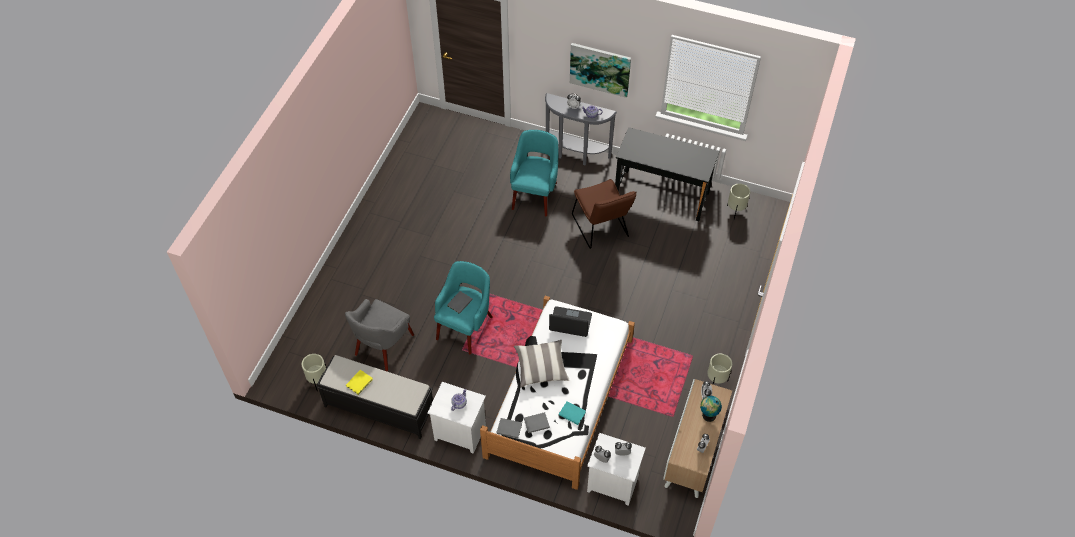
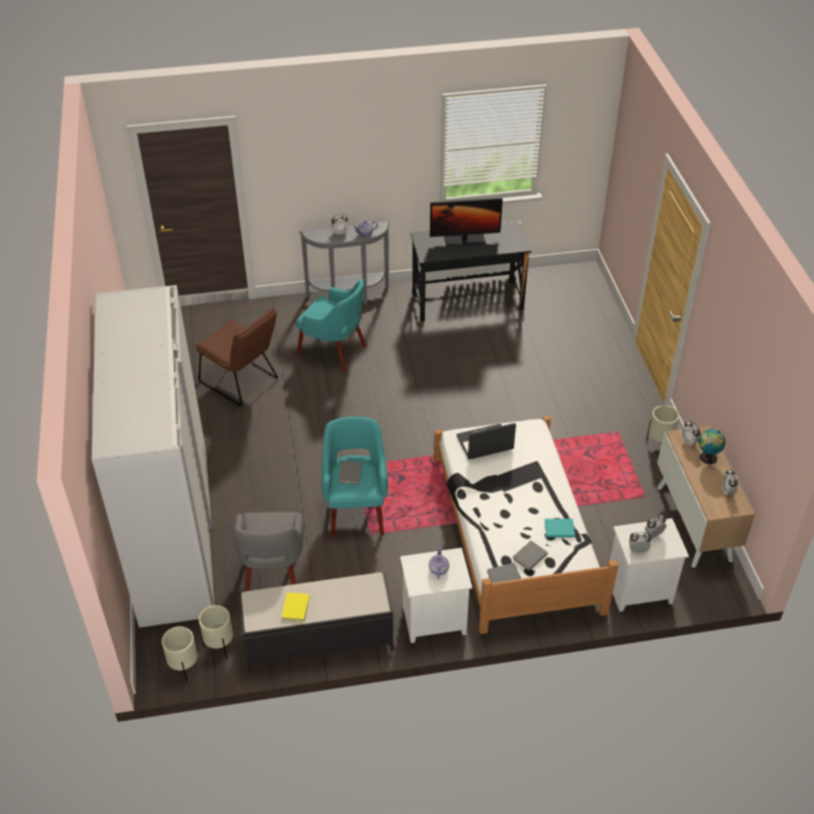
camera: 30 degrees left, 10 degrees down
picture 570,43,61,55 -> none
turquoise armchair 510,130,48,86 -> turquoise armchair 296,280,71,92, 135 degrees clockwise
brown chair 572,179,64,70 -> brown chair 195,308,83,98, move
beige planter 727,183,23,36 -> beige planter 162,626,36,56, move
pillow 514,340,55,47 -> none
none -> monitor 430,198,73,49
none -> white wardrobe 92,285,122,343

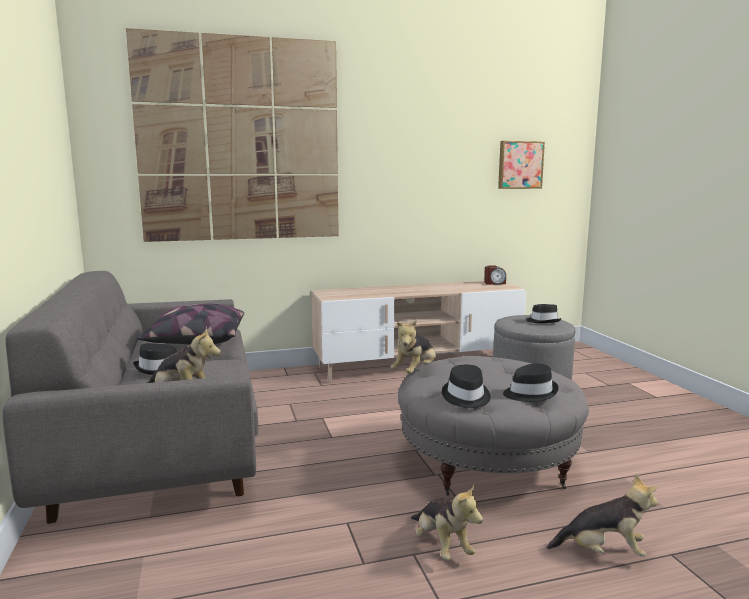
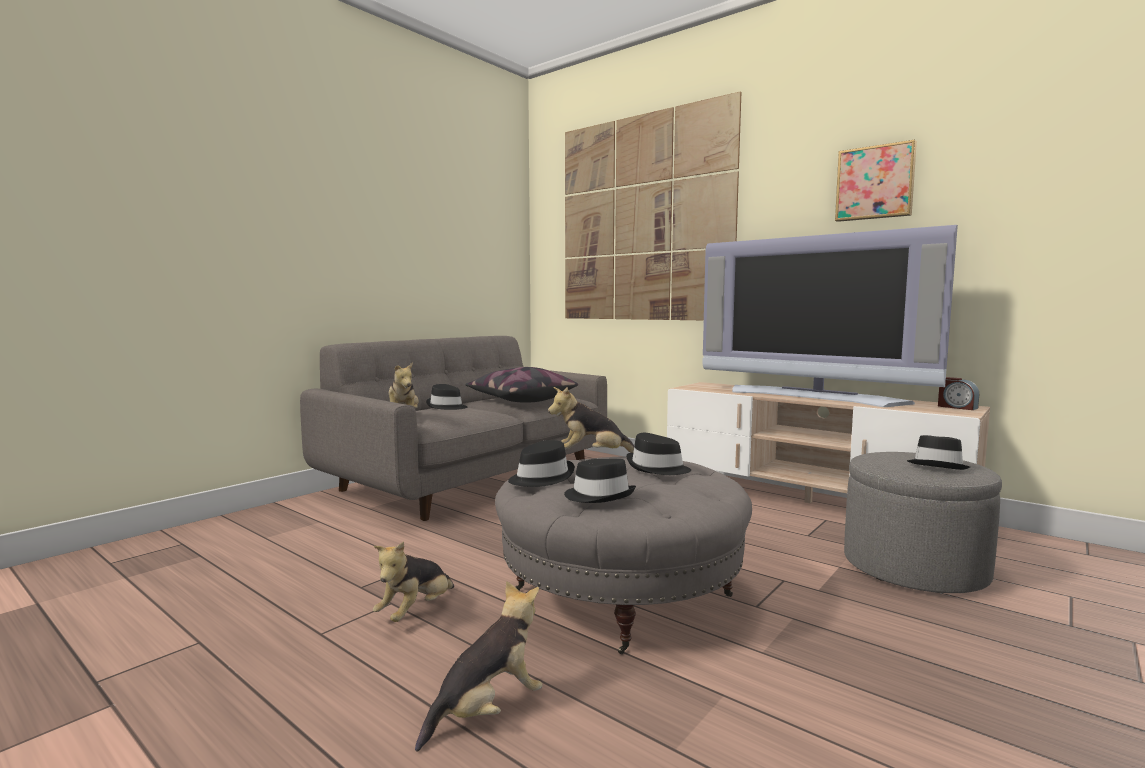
camera: 55 degrees right, 5 degrees down
picture 498,141,47,48 -> picture 835,140,82,82, move
plush toy 547,474,111,83 -> plush toy 415,581,127,171, 105 degrees counterclockwise
none -> television 702,225,256,182
none -> black hat 626,433,65,42

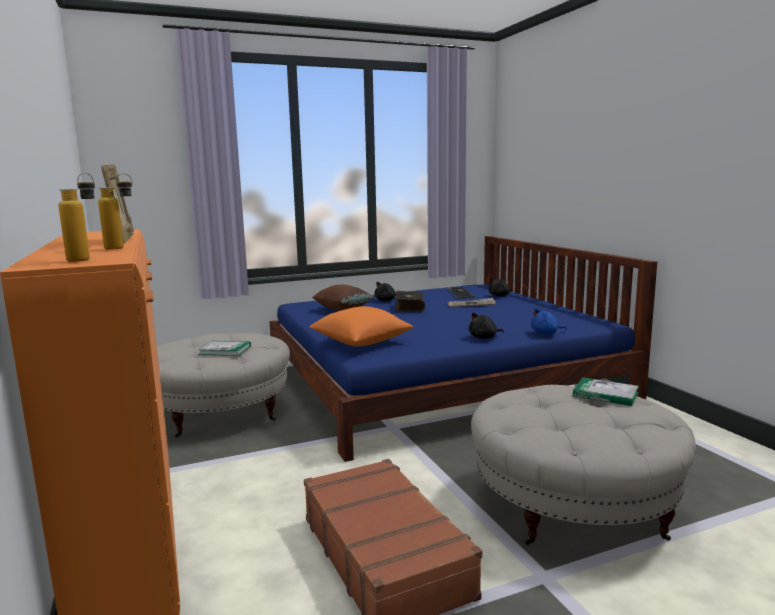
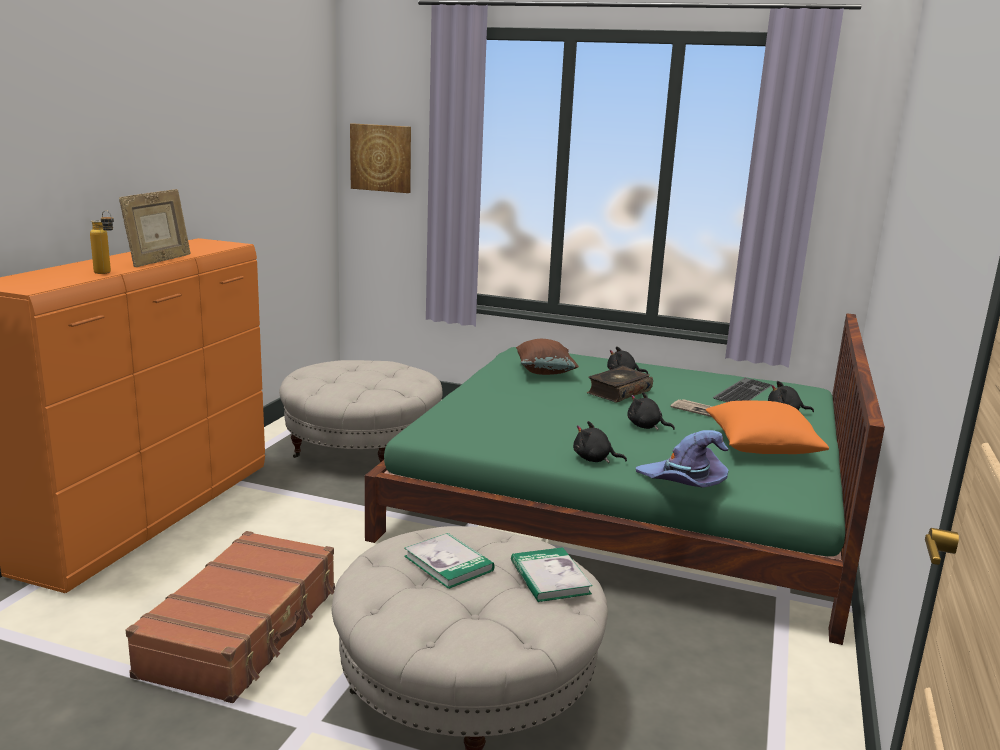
camera: 40 degrees right, 5 degrees up
bottle 59,173,36,89 -> none
blue bed 270,236,387,226 -> green bed 365,313,520,332
orange pillow 309,306,104,40 -> orange pillow 706,401,123,53, move
blue plush toy 531,308,36,26 -> purple hat 636,430,92,58
book 197,341,54,15 -> book 404,533,91,56, move
none -> picture 350,123,61,70
none -> black plush toy 627,392,48,38

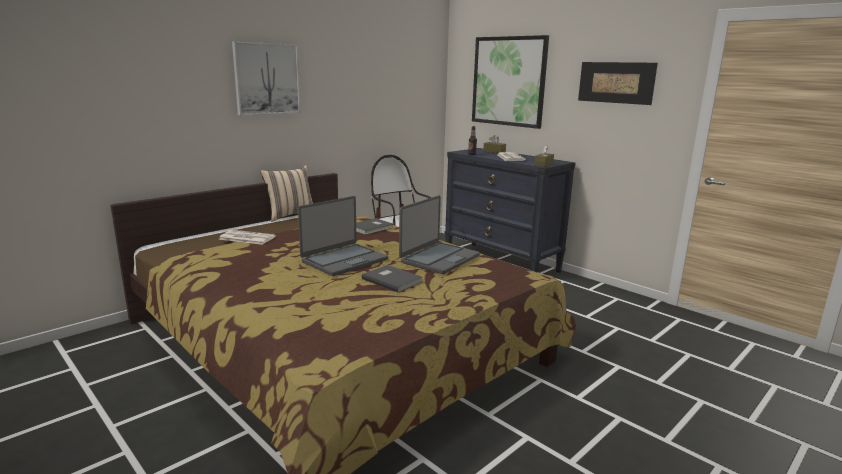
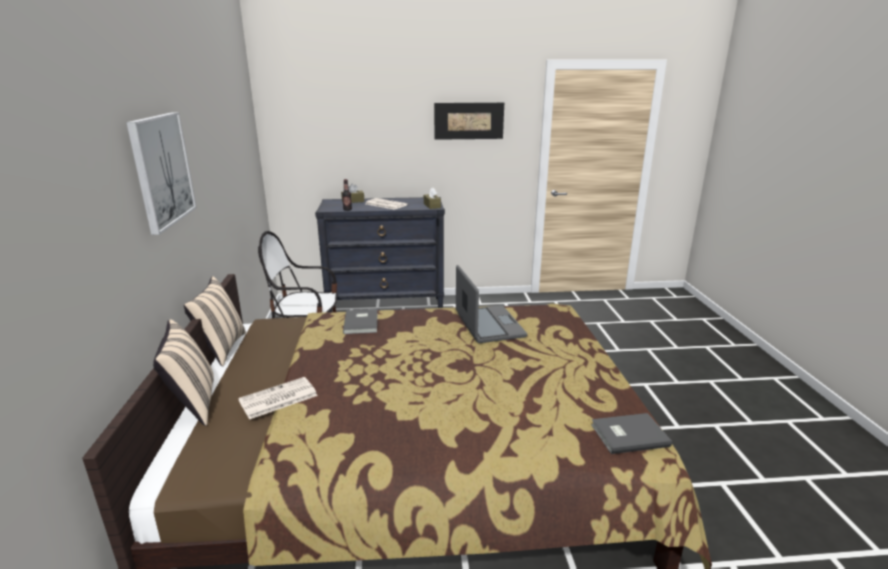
camera: 50 degrees left, 5 degrees up
picture 472,35,77,94 -> none
laptop 298,196,90,80 -> none
grey book 362,265,61,28 -> grey book 591,413,81,41, move
none -> beige pillow 153,319,61,107

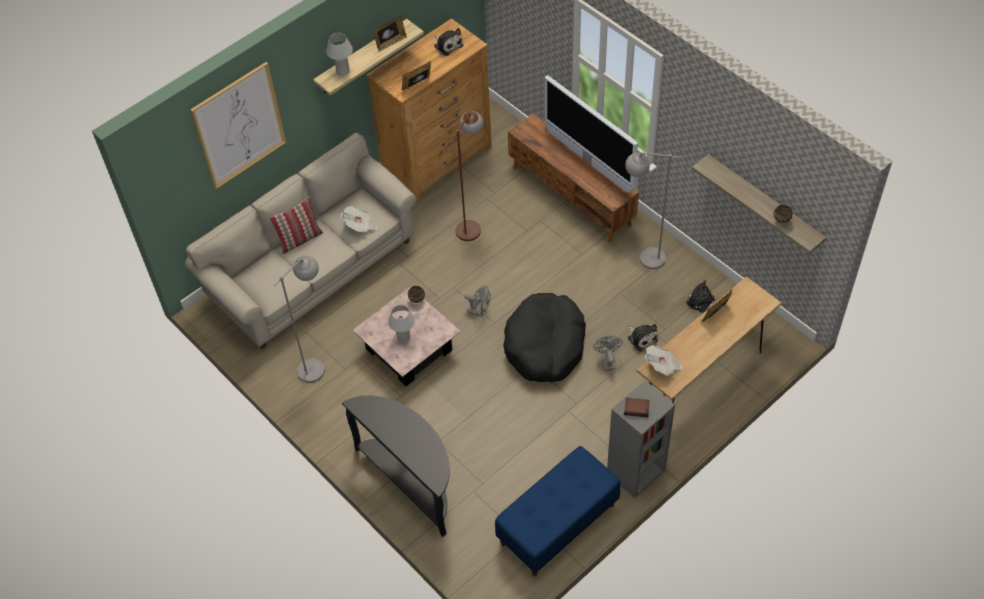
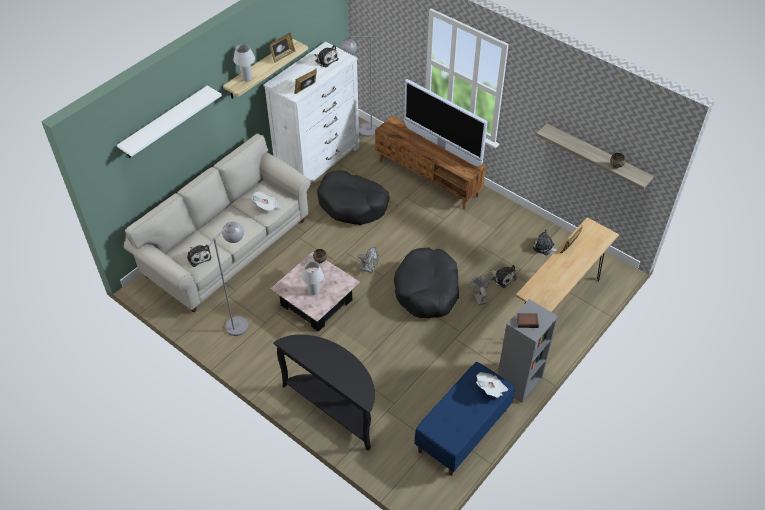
camera: 10 degrees left, 5 degrees down
brown dresser 366,18,126,183 -> white dresser 263,42,96,147
picture 190,62,96,127 -> white shelf 117,85,105,73
brown floor lamp 453,111,31,130 -> black dog bed 317,171,73,54
grey floor lamp 625,152,55,117 -> grey floor lamp 339,35,39,102, move
pillow 269,198,54,56 -> none
newspaper 645,345,38,31 -> newspaper 476,372,32,26, move
none -> plush toy 187,245,24,22

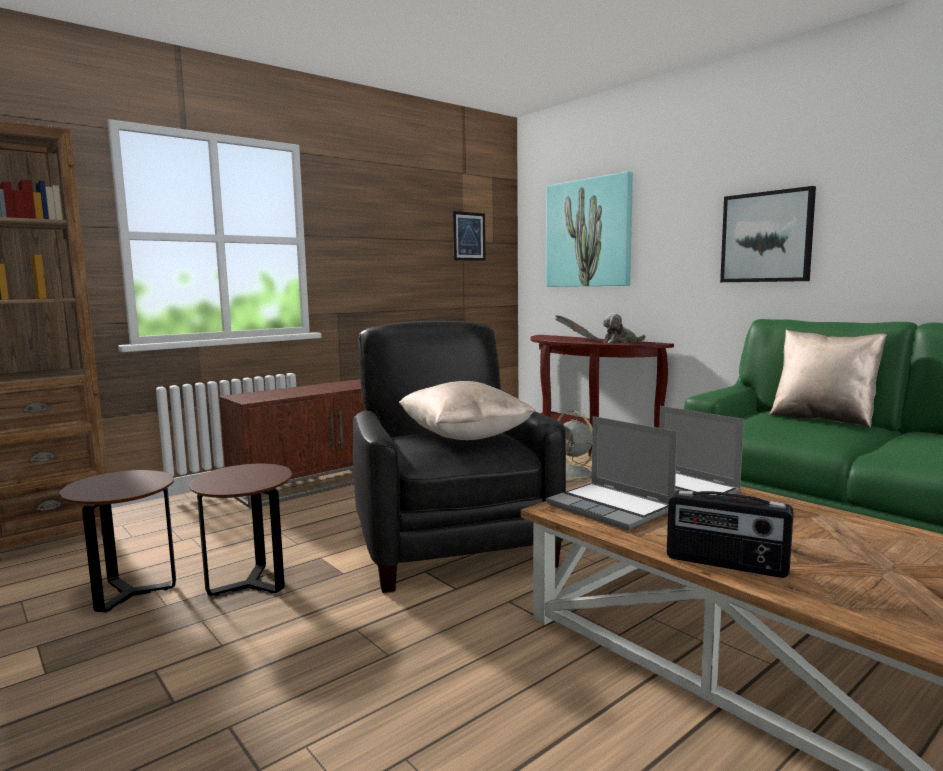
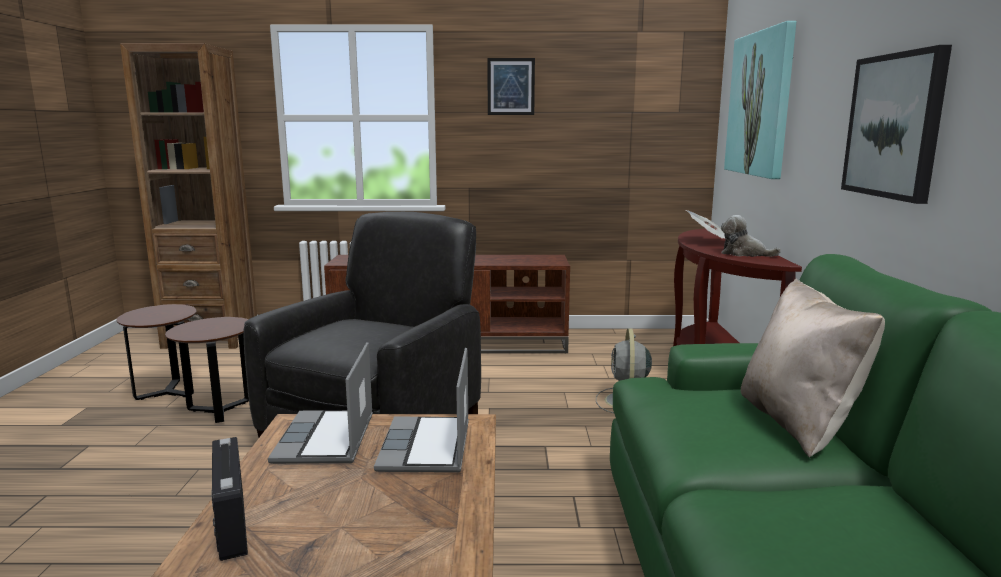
camera: 40 degrees right, 5 degrees up
picture 453,211,33,50 -> picture 487,58,48,57, move
beige pillow 399,381,136,59 -> none

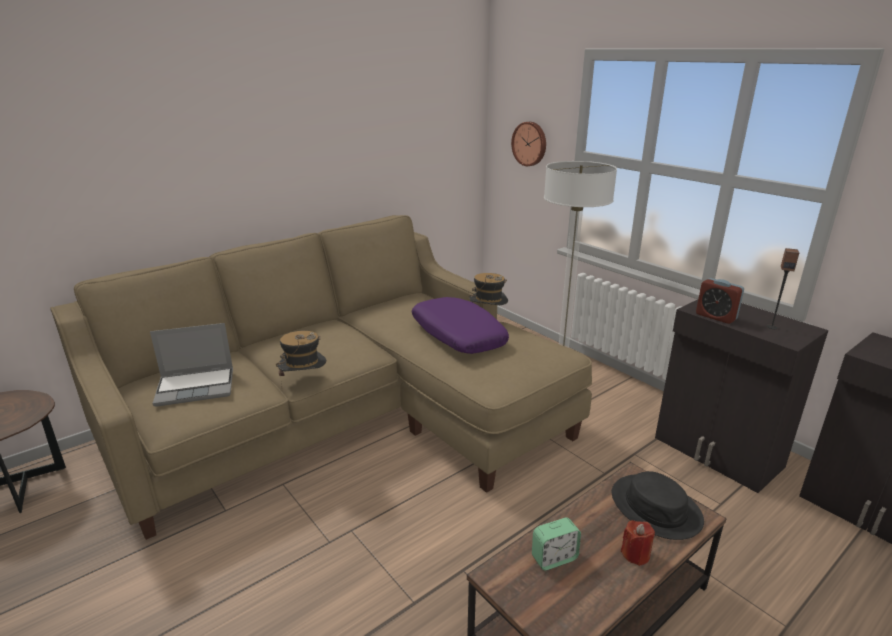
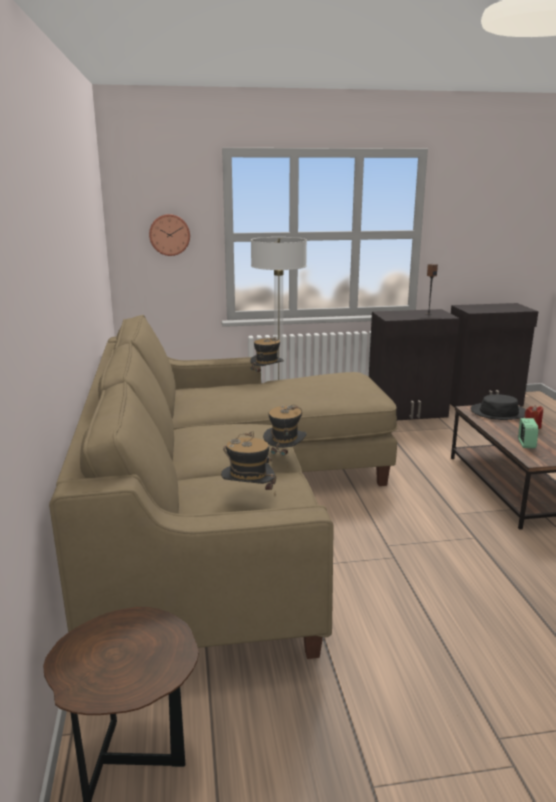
camera: 60 degrees left, 5 degrees down
alarm clock 696,278,48,46 -> none
purple pillow 412,297,97,57 -> none
laptop 150,323,83,83 -> hat 221,431,56,59

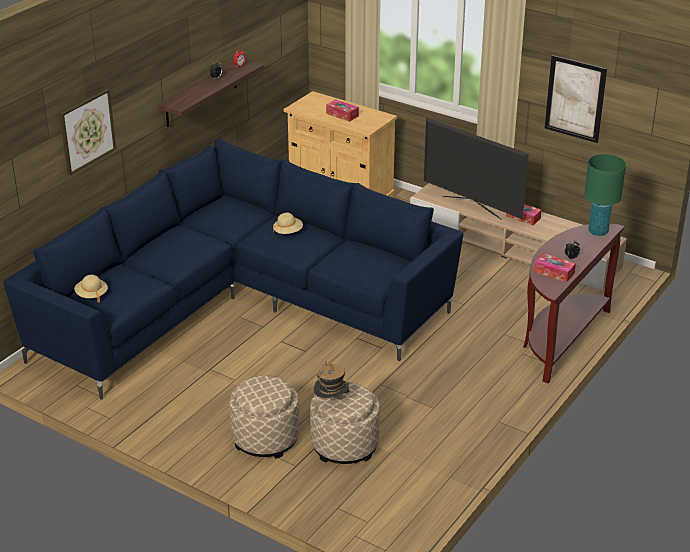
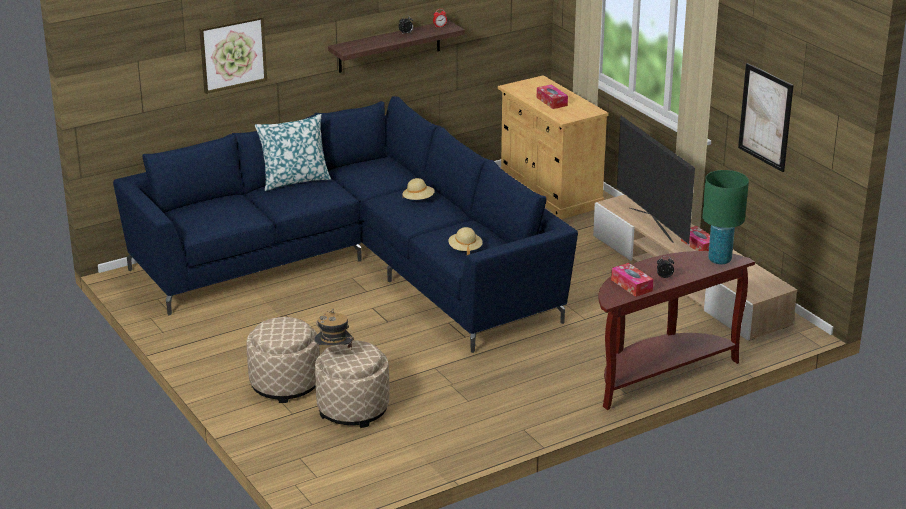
camera: 25 degrees right, 5 degrees down
beige hat 74,275,34,28 -> beige hat 448,227,35,28, move
none -> pillow 255,114,76,77

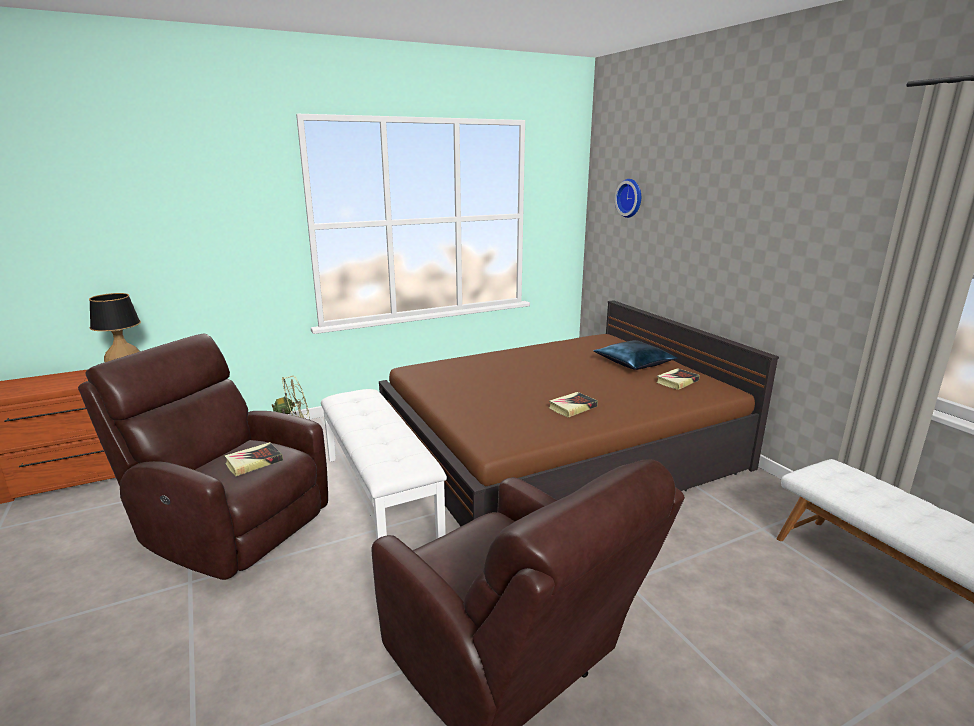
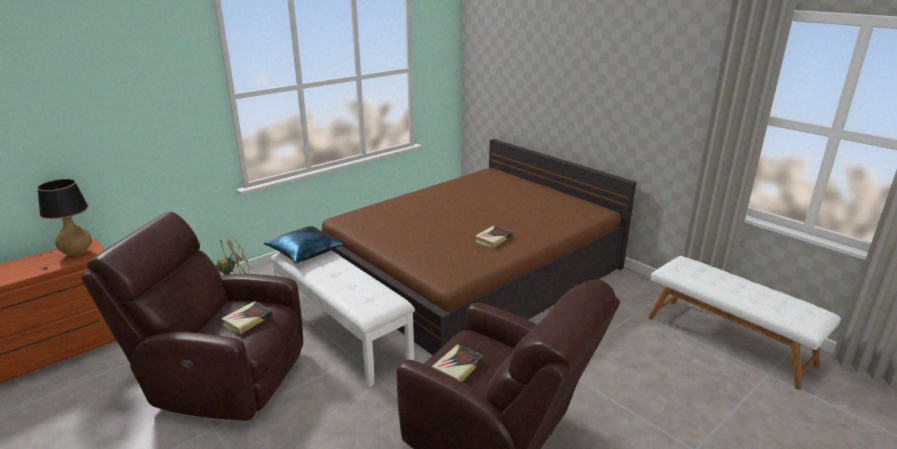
camera: 15 degrees left, 5 degrees up
wall clock 615,179,26,39 -> none
blue pillow 593,340,84,30 -> blue pillow 264,226,81,37, move
book 656,368,44,22 -> book 432,344,51,38, move

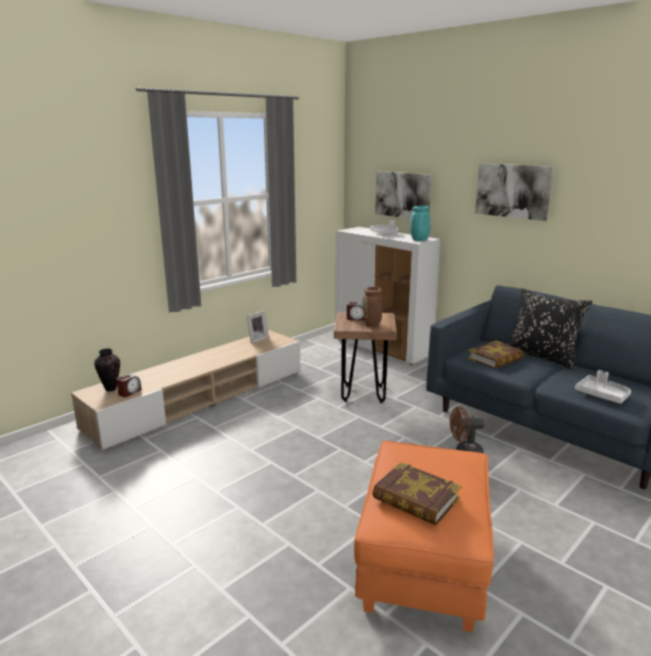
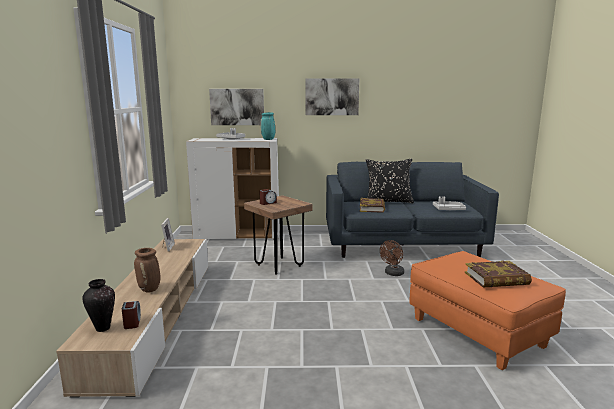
camera: 45 degrees left, 5 degrees down
brown vase 363,287,19,40 -> brown vase 134,248,26,45, move

